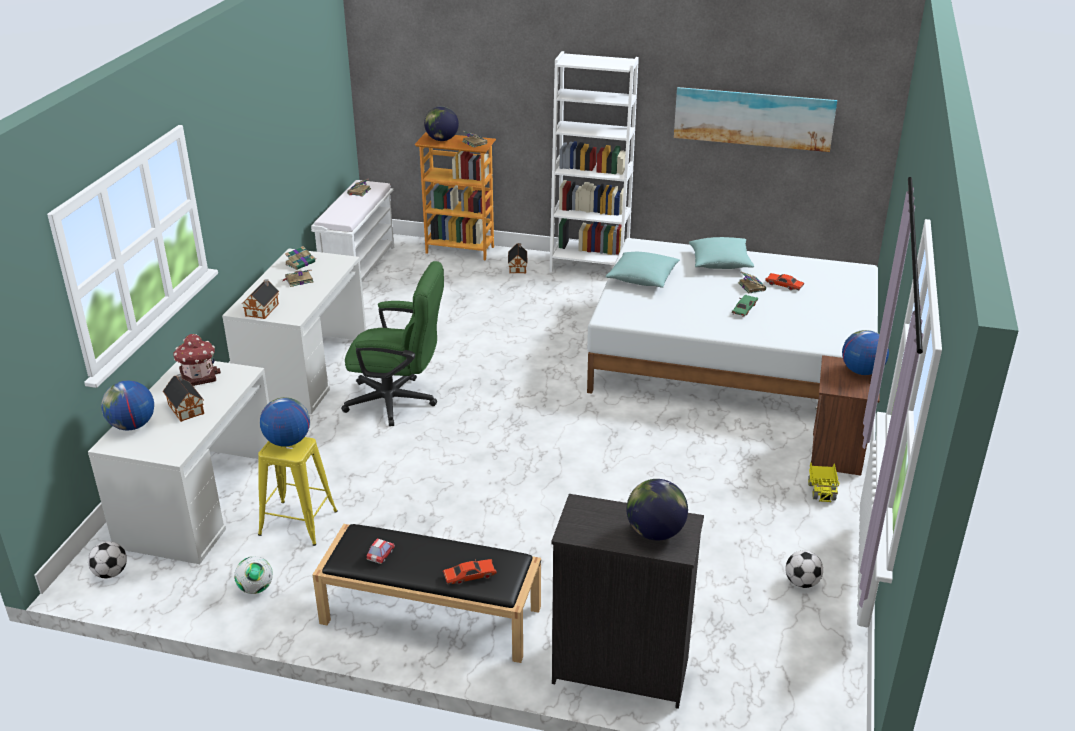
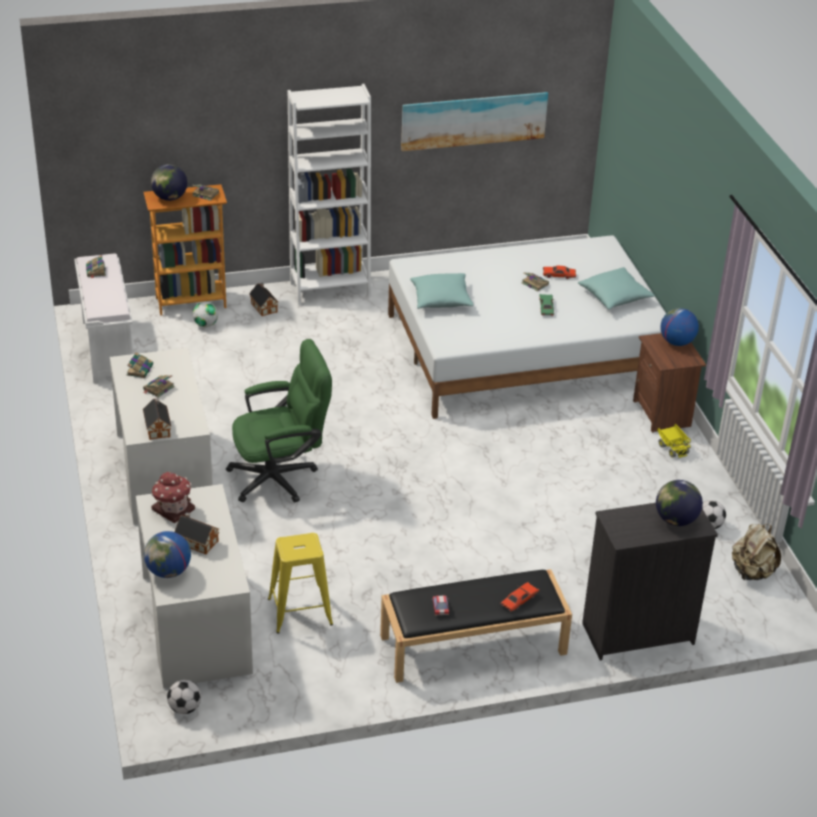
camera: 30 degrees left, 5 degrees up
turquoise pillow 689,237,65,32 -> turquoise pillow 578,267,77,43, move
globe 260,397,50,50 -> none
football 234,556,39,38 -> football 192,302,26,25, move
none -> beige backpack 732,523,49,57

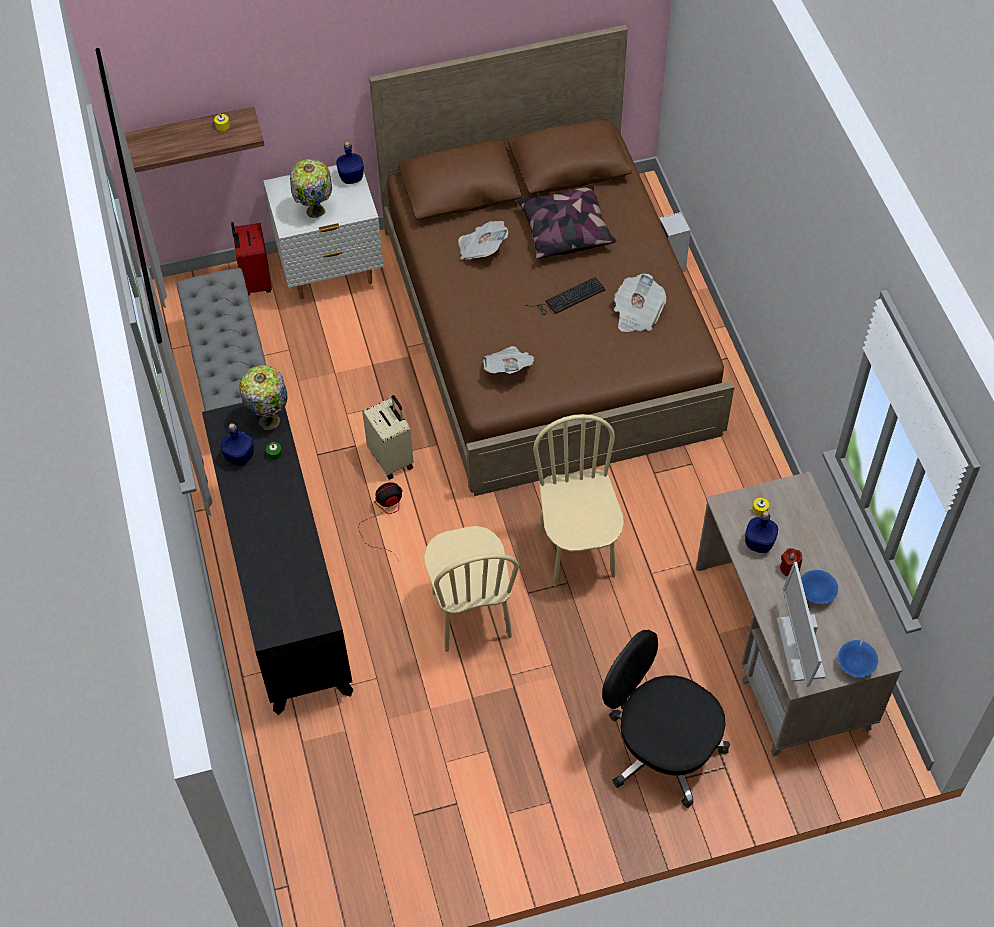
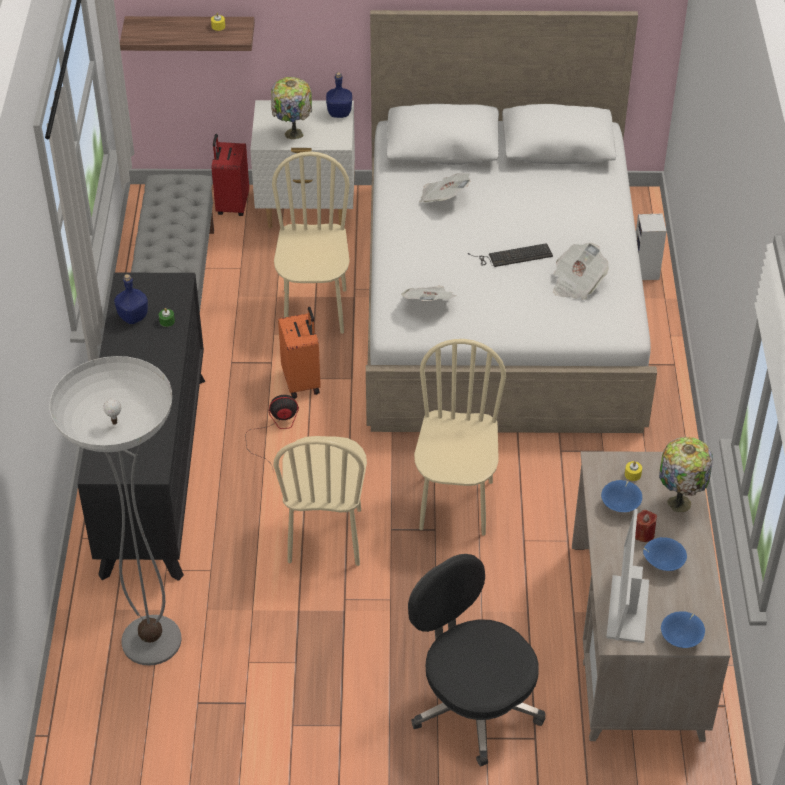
camera: 15 degrees right, 10 degrees down
brown bed 369,25,365,471 -> white bed 366,10,291,423
pillow 517,185,99,74 -> none
table lamp 239,365,48,65 -> table lamp 659,437,54,75, move
beige suitcase 362,395,52,84 -> orange suitcase 278,307,43,92
blue bottle 745,511,33,42 -> blue bowl 601,480,41,32
none -> beige chair 272,151,78,183
none -> floor lamp 49,356,132,310

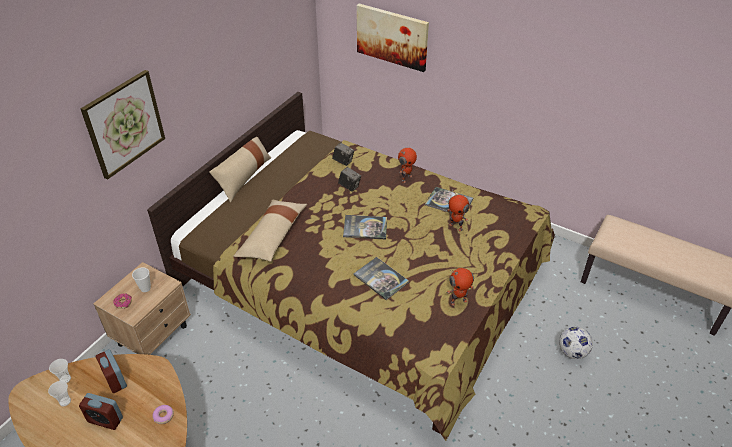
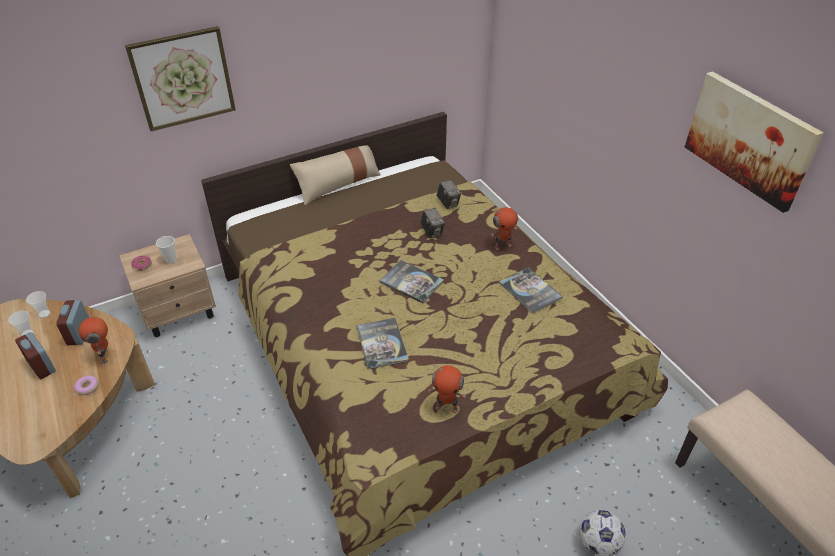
camera: 30 degrees right, 0 degrees up
picture 357,4,72,68 -> picture 685,71,139,142, move
toy robot 447,191,23,40 -> toy robot 79,308,29,56, move
beige pillow 233,200,74,62 -> none

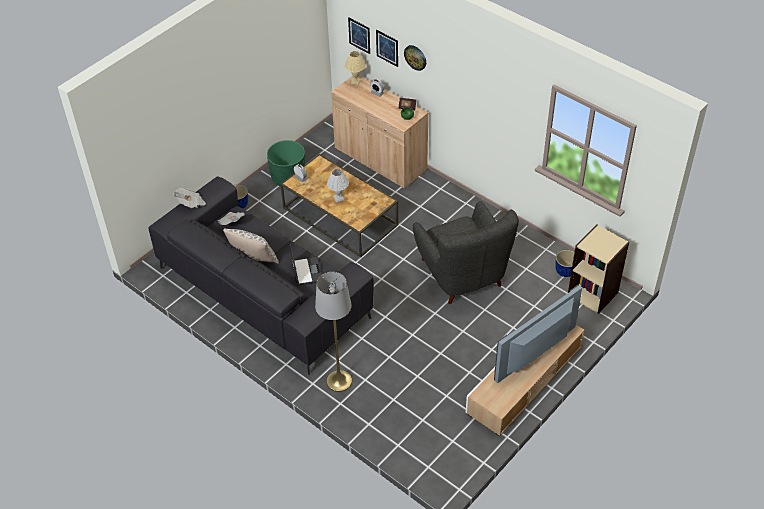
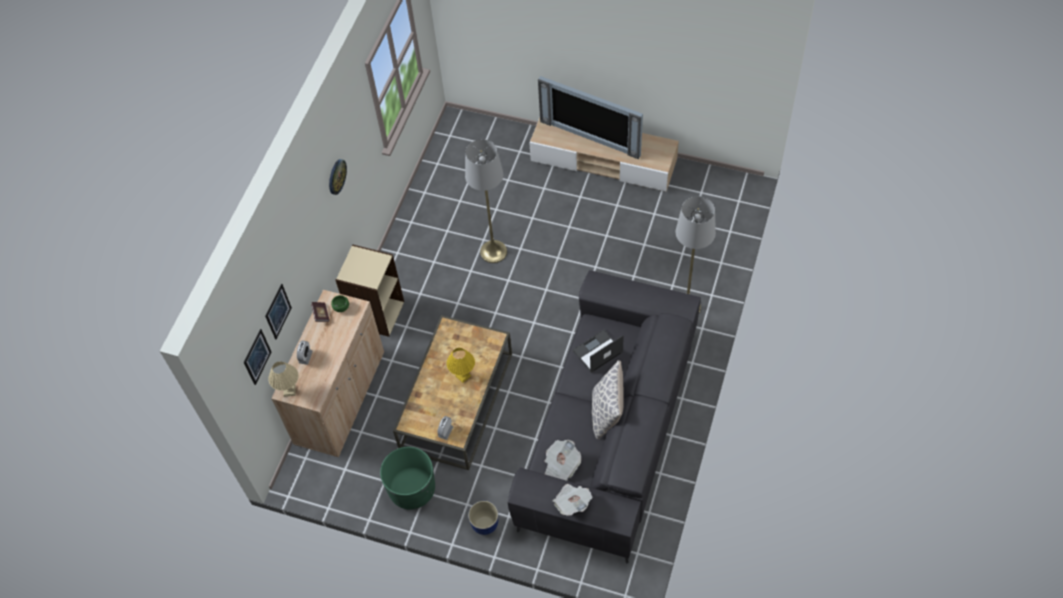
camera: 110 degrees left, 10 degrees up
wall clock 404,45,22,26 -> wall clock 329,159,18,36, move
white table lamp 327,169,22,33 -> yellow table lamp 447,348,28,35
grey armchair 413,201,106,103 -> grey floor lamp 465,139,42,124
beige bookcase 568,224,61,90 -> beige bookcase 335,244,69,93, move
planter 555,250,19,27 -> none

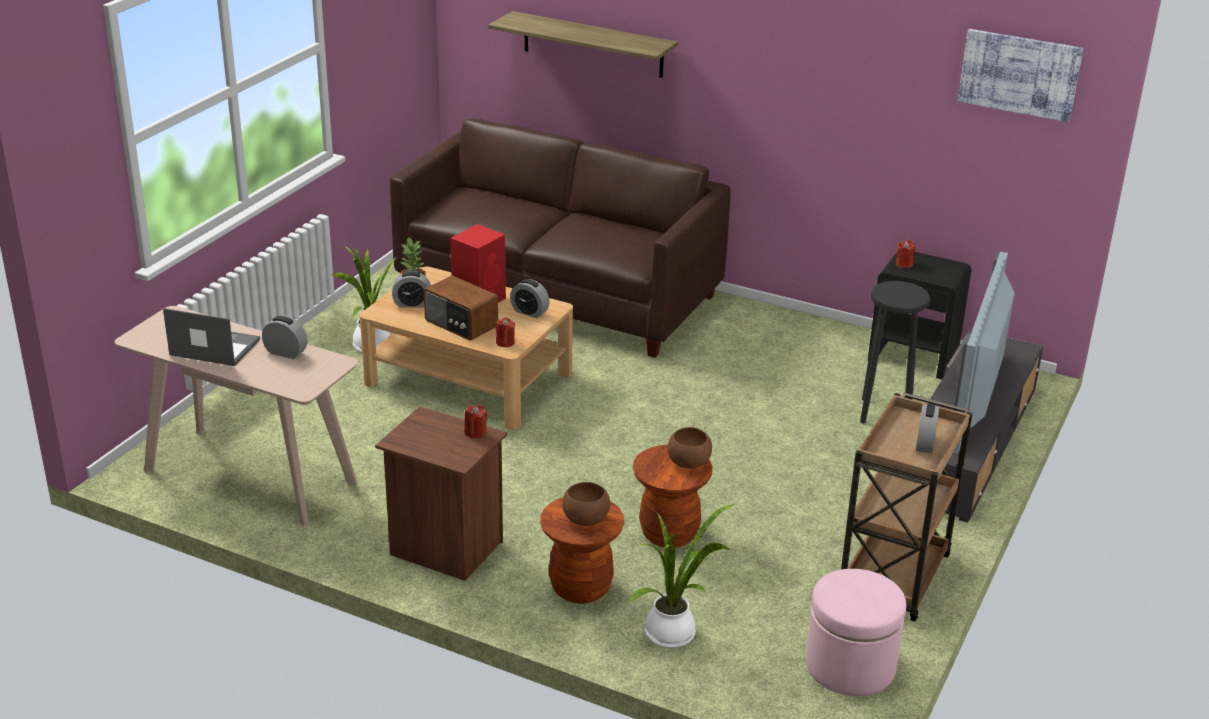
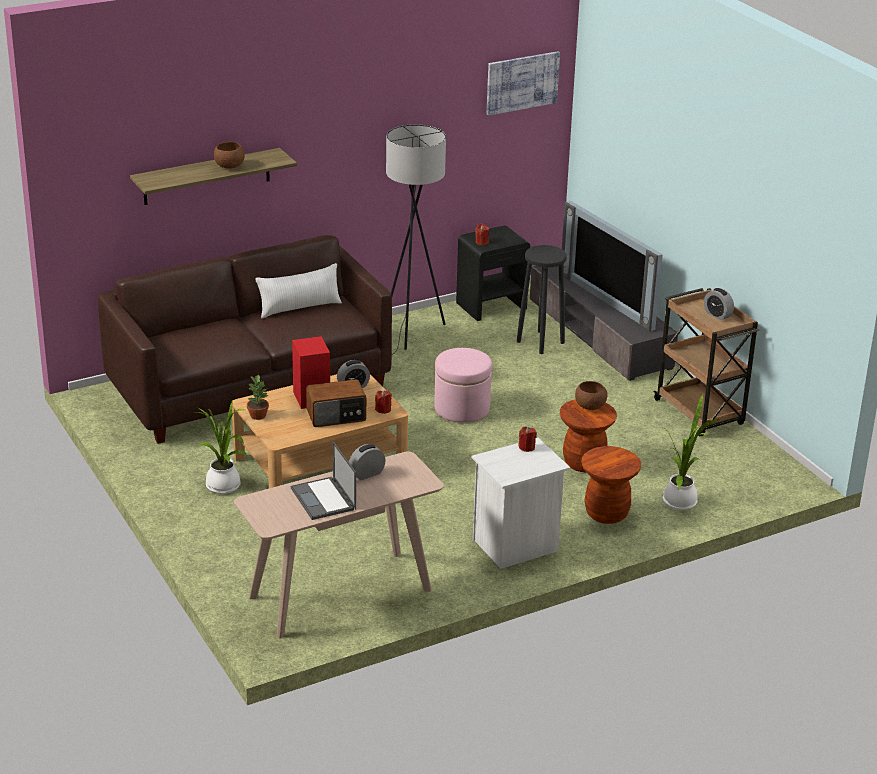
camera: 55 degrees left, 0 degrees up
alarm clock 392,271,39,37 -> none
laptop 163,308,97,58 -> laptop 291,442,65,78, 75 degrees counterclockwise
brown nightstand 375,406,132,175 -> white nightstand 472,438,98,131
brown bowl 562,482,48,44 -> brown bowl 214,142,31,27, move
pink ottoman 806,569,100,127 -> pink ottoman 434,348,58,75, move
none -> grey floor lamp 386,124,60,231
none -> white pillow 256,263,86,55

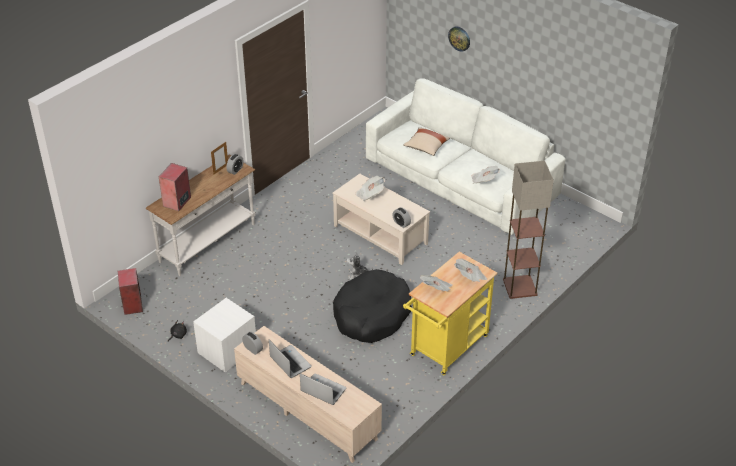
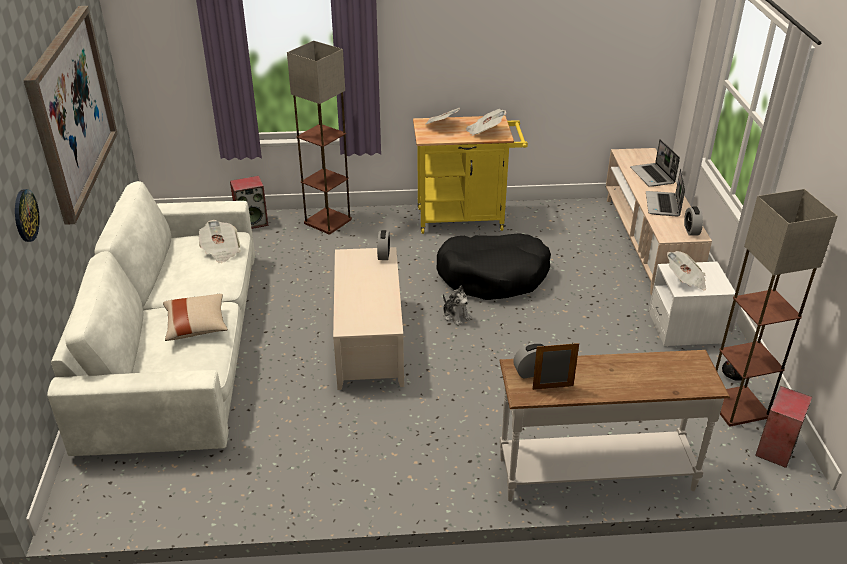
camera: 135 degrees left, 5 degrees down
speaker 159,163,32,48 -> speaker 230,176,38,53, move
newspaper 355,176,30,25 -> newspaper 667,251,39,40, move
none -> picture 23,6,95,219
none -> floor lamp 715,189,123,237

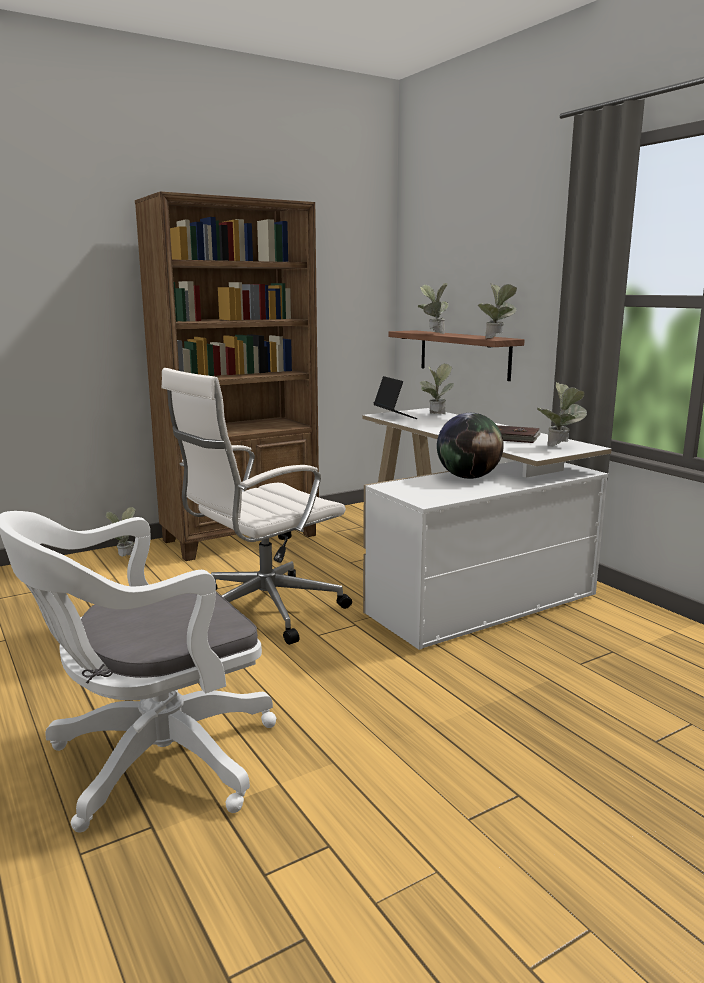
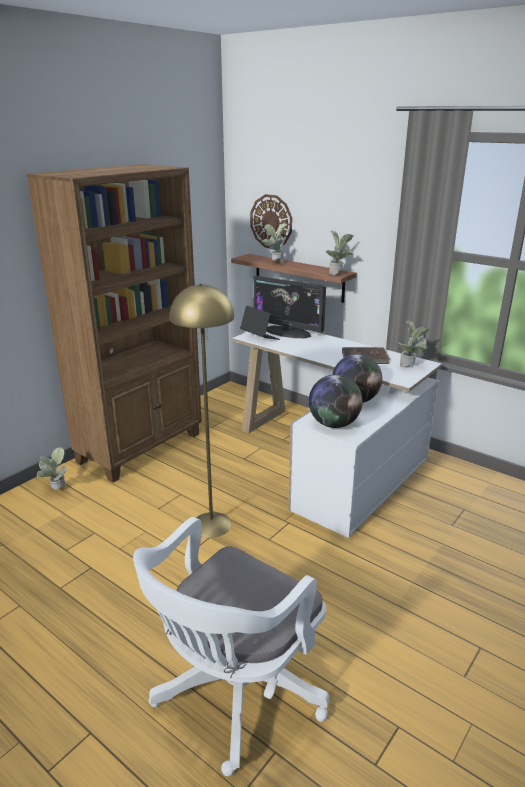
camera: 20 degrees left, 10 degrees up
potted plant 420,364,34,51 -> monitor 253,276,73,62
white office chair 161,368,191,277 -> yellow floor lamp 169,283,65,255
none -> wall clock 250,194,42,54
none -> globe 309,374,54,54

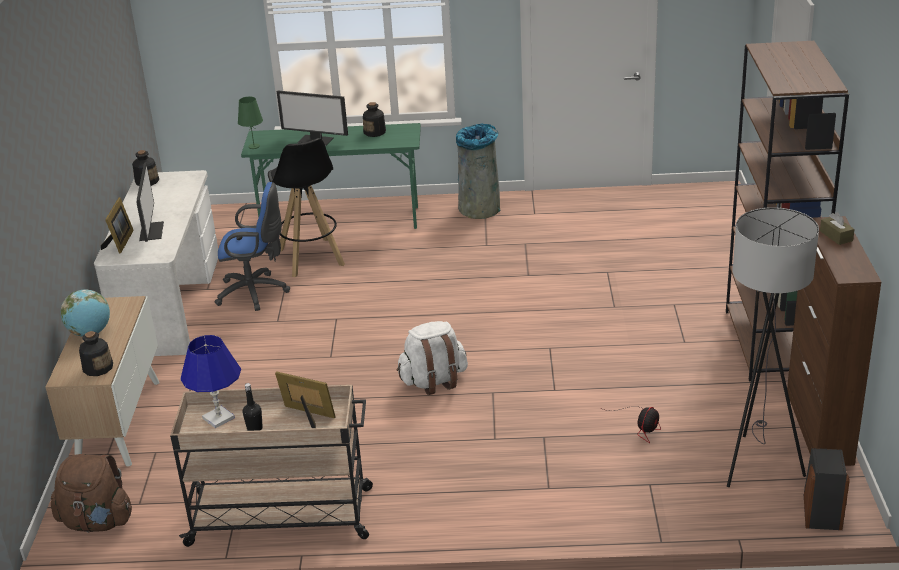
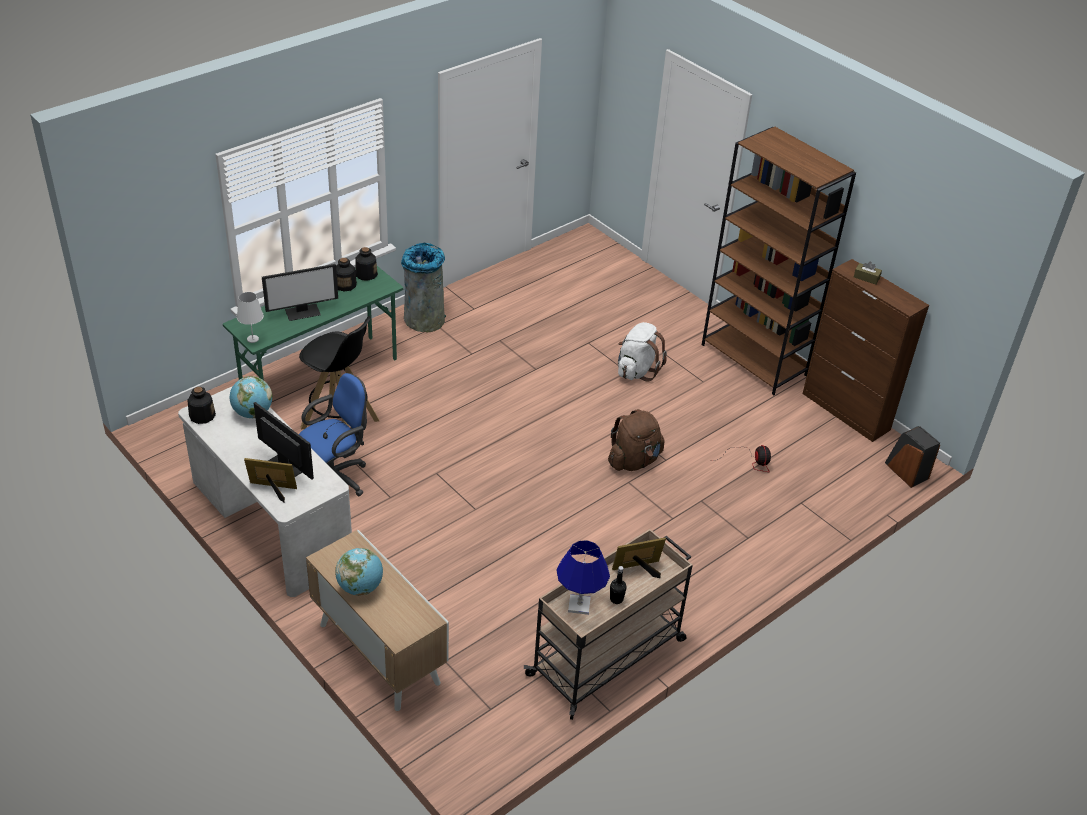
camera: 45 degrees left, 10 degrees up
green table lamp 238,97,25,52 -> white table lamp 237,292,27,51
picture frame 101,197,33,57 -> picture frame 244,458,53,44, 45 degrees counterclockwise
grey floor lamp 727,207,92,280 -> none
white backpack 397,321,71,74 -> white backpack 618,322,49,60, move
bottle 79,331,34,45 -> bottle 355,247,23,34, move
brown backpack 51,454,81,79 -> brown backpack 608,409,57,62, move
none -> globe 230,376,42,42

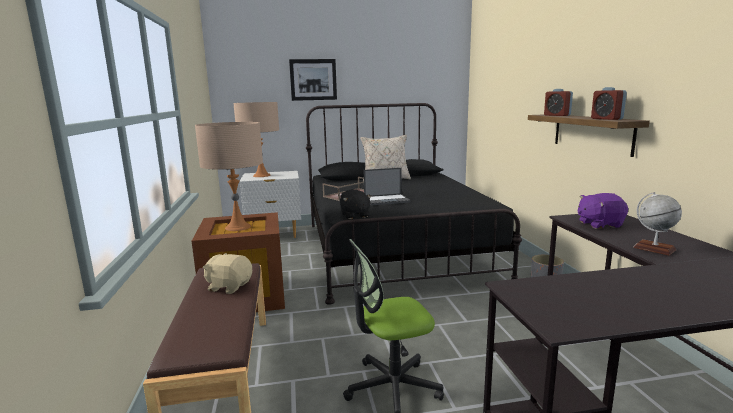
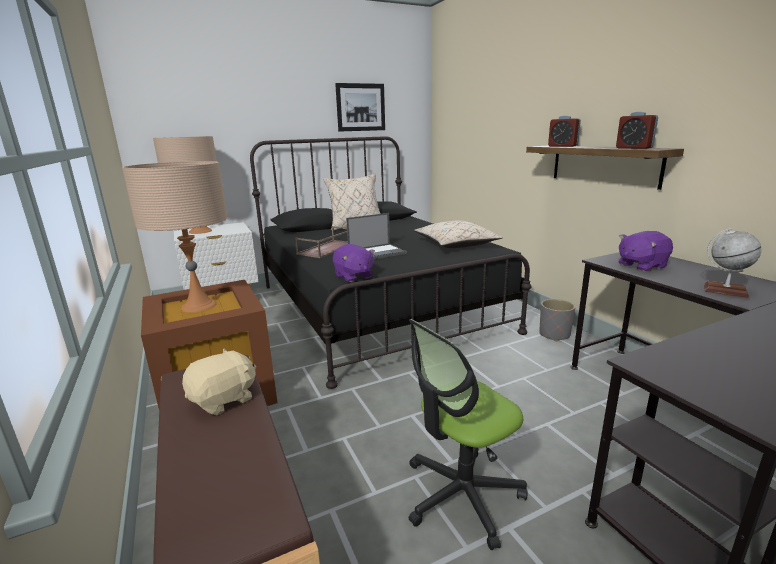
camera: 15 degrees left, 5 degrees up
picture 289,59,48,42 -> picture 335,83,50,49, move
black plush toy 340,189,32,30 -> purple plush toy 333,244,42,38
beige plush toy 203,253,49,41 -> beige plush toy 182,349,74,66, 135 degrees clockwise
none -> beige pillow 414,221,89,27

